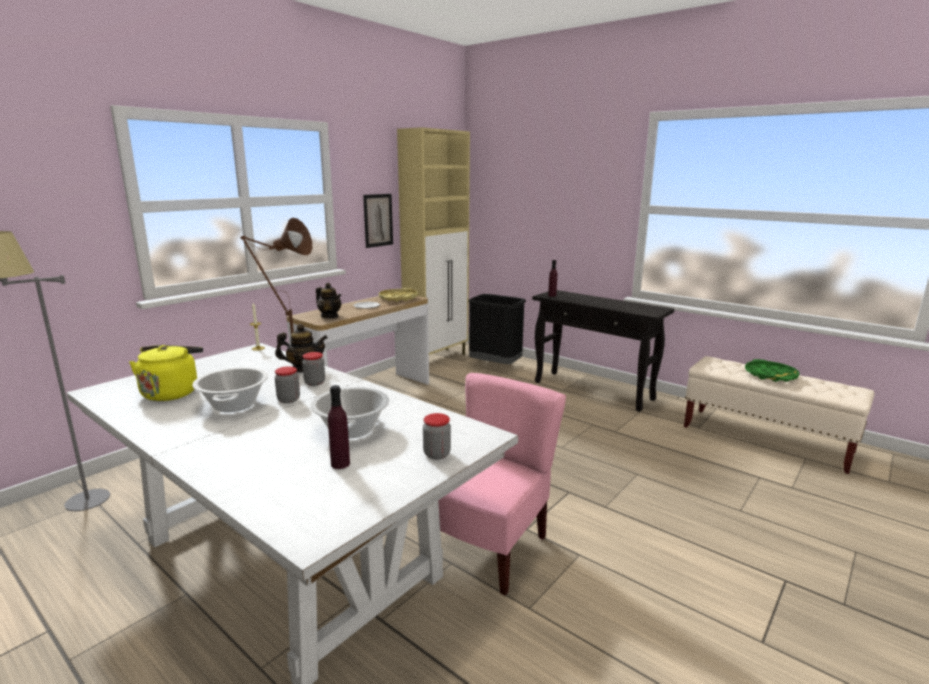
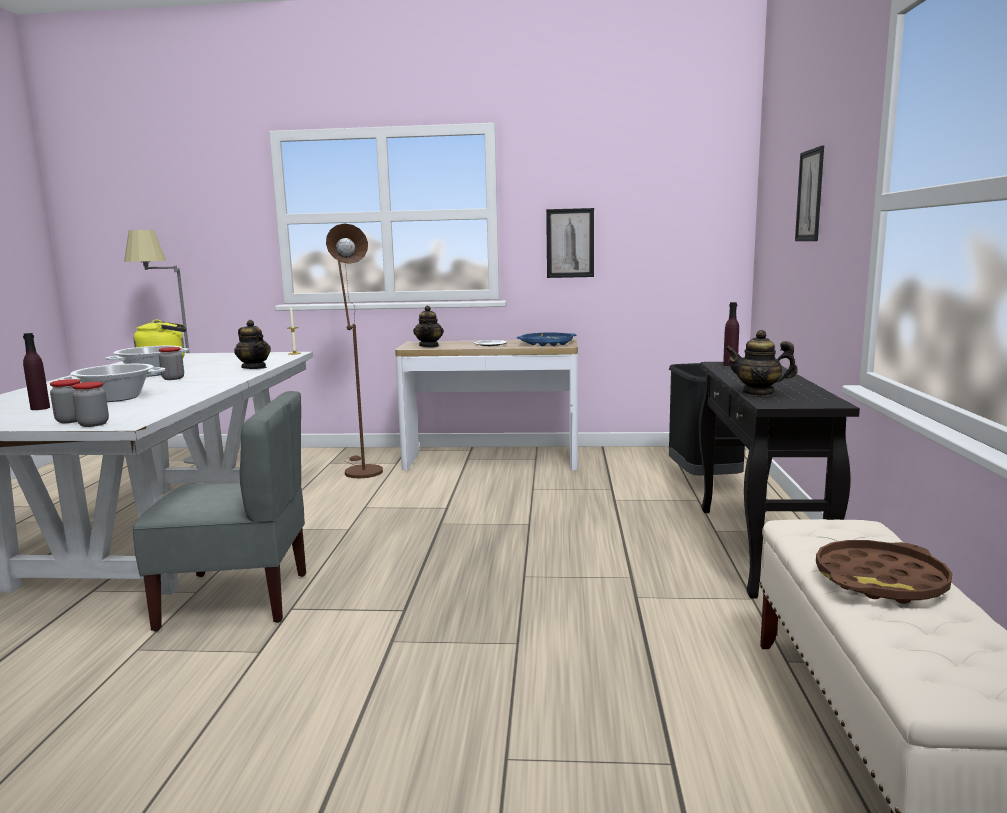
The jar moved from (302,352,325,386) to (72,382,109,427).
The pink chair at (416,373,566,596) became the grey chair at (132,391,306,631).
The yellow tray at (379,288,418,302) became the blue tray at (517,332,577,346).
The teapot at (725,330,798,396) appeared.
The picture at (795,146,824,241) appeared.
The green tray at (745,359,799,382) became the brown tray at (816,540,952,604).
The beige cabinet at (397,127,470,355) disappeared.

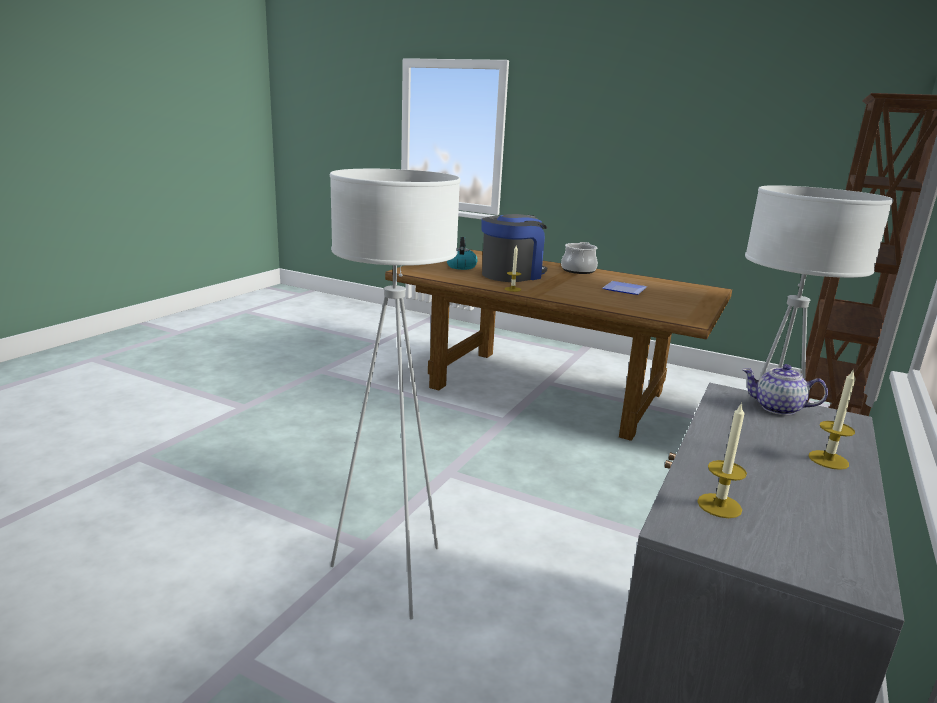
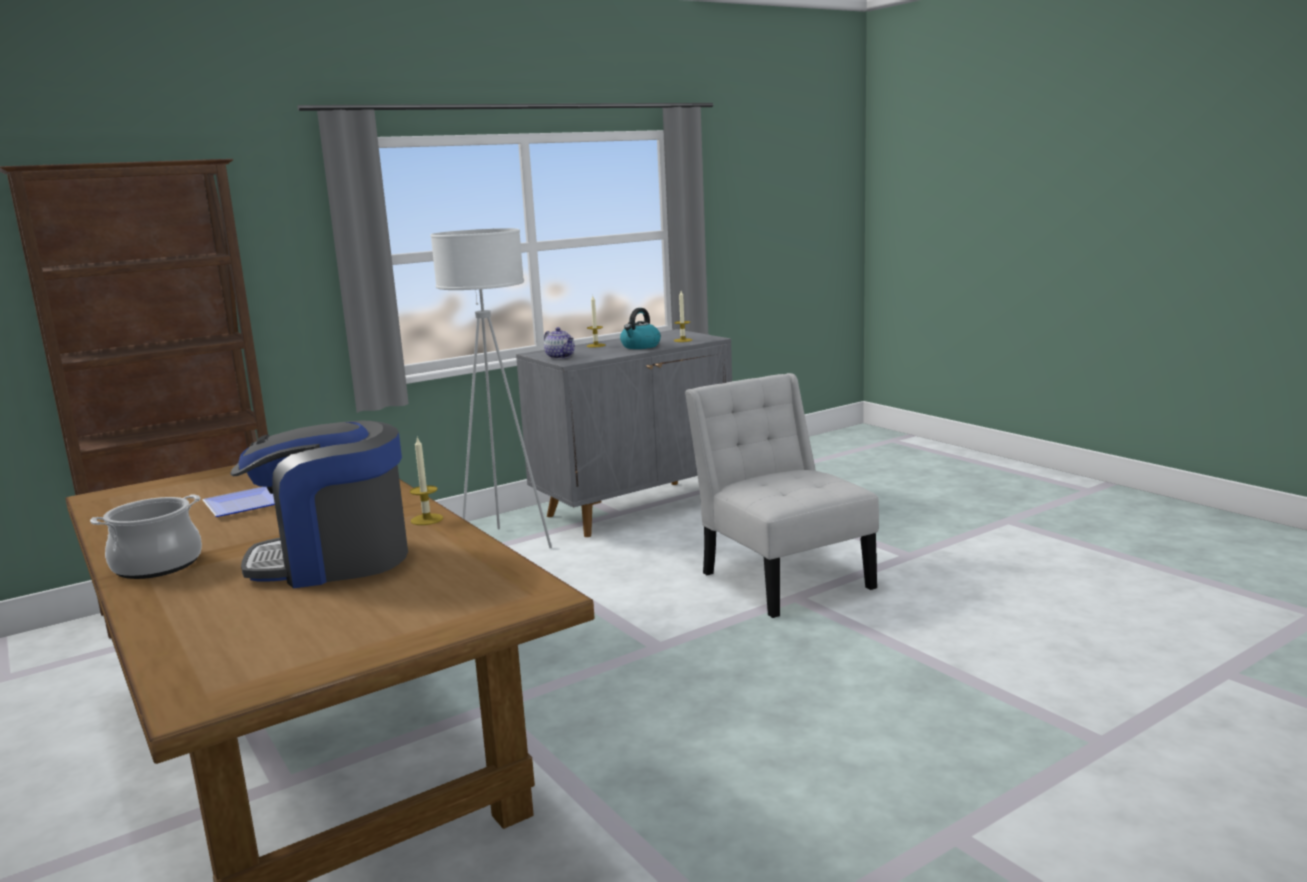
The kettle moved from (447,237,478,270) to (620,308,661,349).
The white floor lamp at (330,169,461,620) was replaced by the white chair at (685,373,879,618).

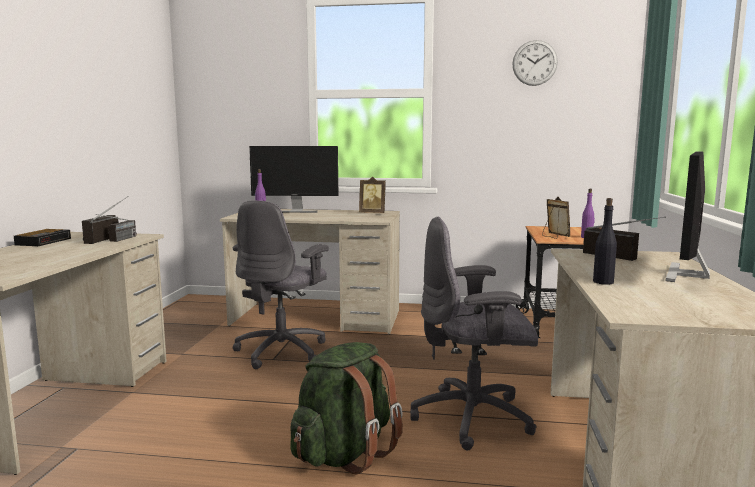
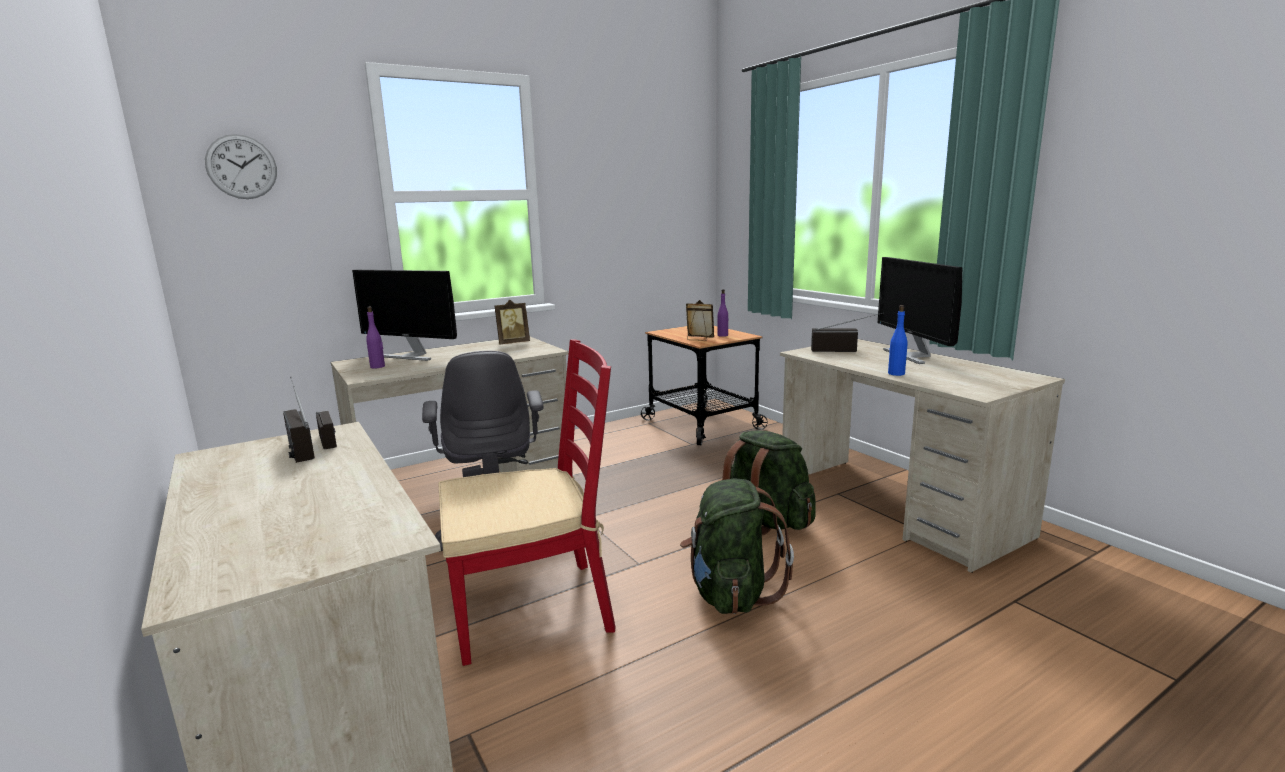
The wall clock moved from (512,40,558,86) to (205,134,277,199).
The monitor at (249,146,338,213) turned 60 degrees clockwise.
The red chair at (438,339,616,666) appeared.
The grey office chair at (410,217,538,451) was replaced by the green backpack at (722,430,816,536).
The black bottle at (593,198,617,285) became the blue bottle at (888,305,908,376).
The alarm clock at (14,229,71,246) disappeared.

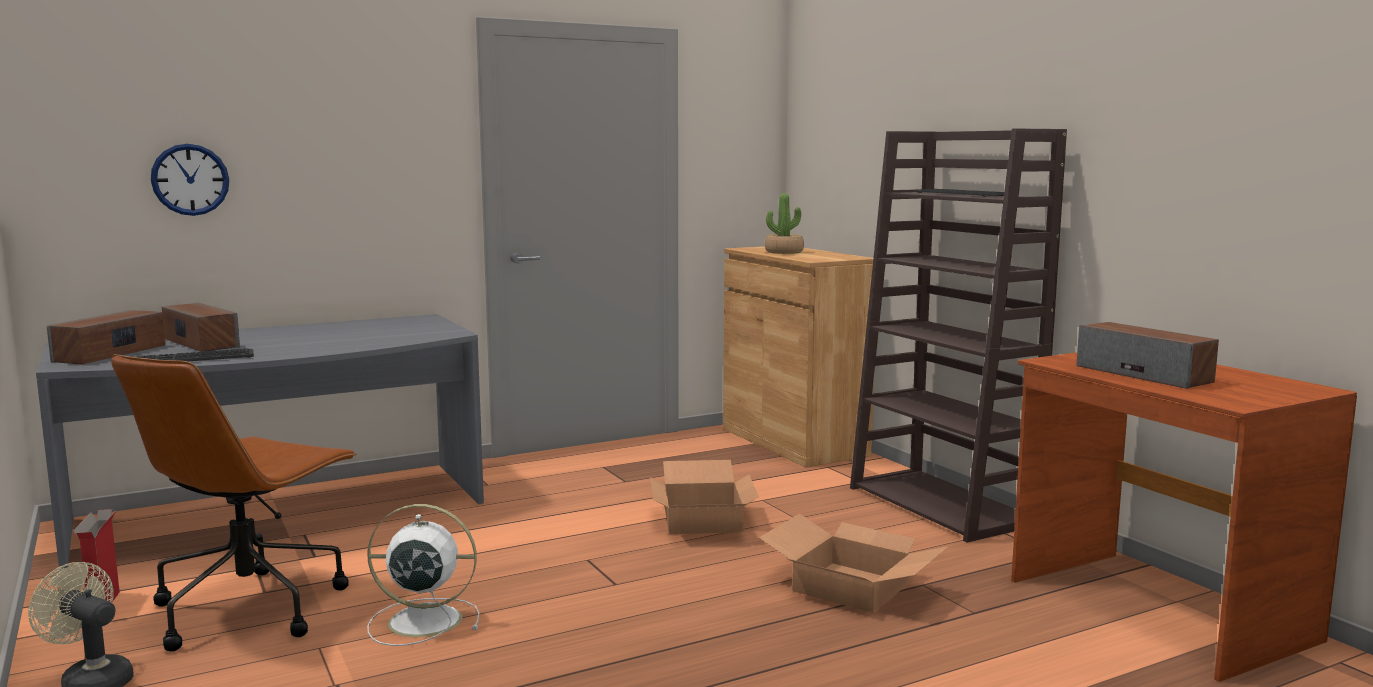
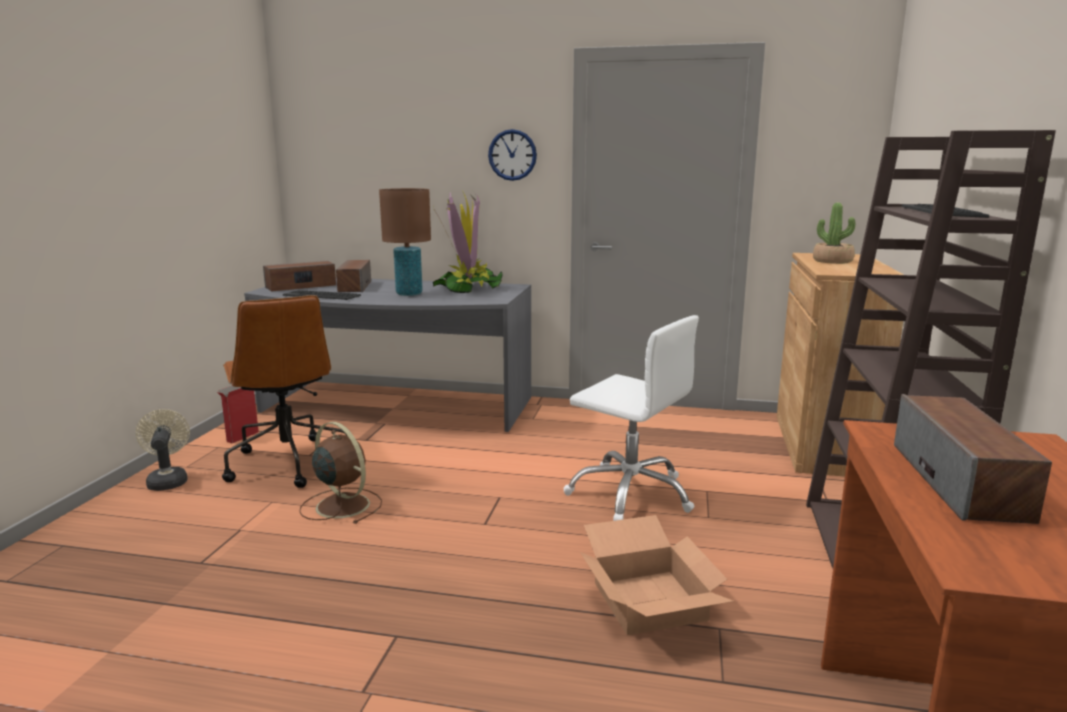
The brown office chair at (111,354,357,652) turned 90 degrees counterclockwise.
The white fan at (367,504,479,646) became the brown fan at (299,422,382,524).
The brown table lamp at (379,188,431,296) appeared.
The potted plant at (433,191,502,293) appeared.
The wall clock moved from (151,144,229,216) to (488,129,537,181).
The cardboard box at (650,460,759,534) was replaced by the white office chair at (563,315,699,521).

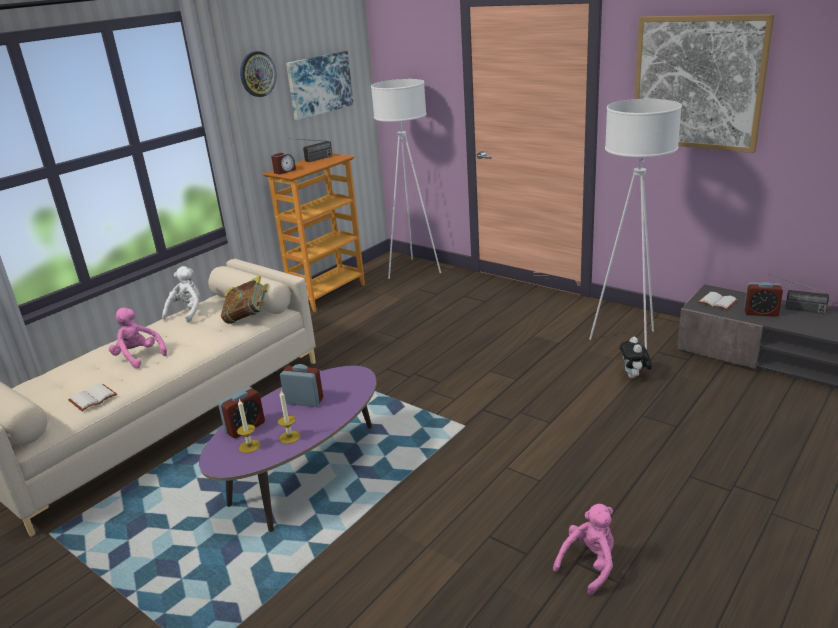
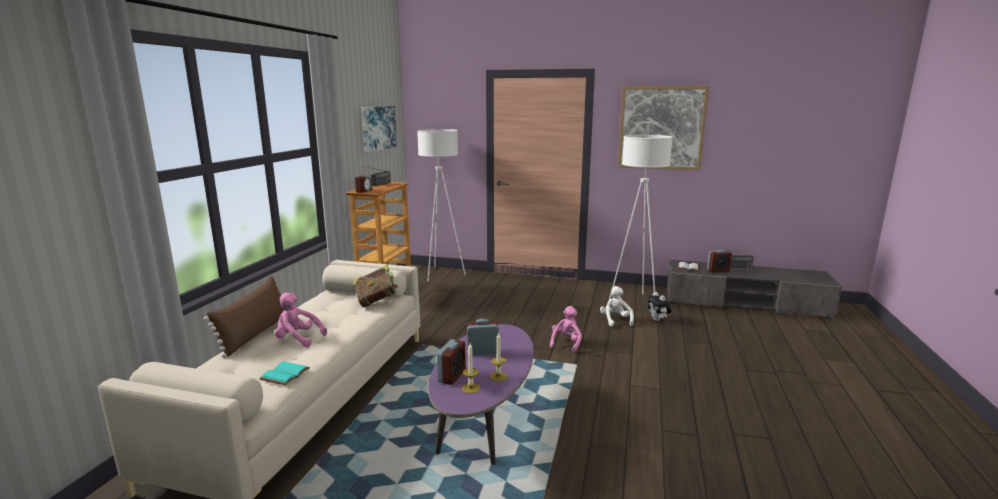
The brown pillow at (204,276,284,358) appeared.
The white book at (68,384,117,411) became the turquoise book at (259,362,310,385).
The pink plush toy moved from (553,504,614,595) to (550,306,582,353).
The white plush toy moved from (162,266,200,323) to (600,286,634,326).
The wall clock at (240,51,277,97) disappeared.

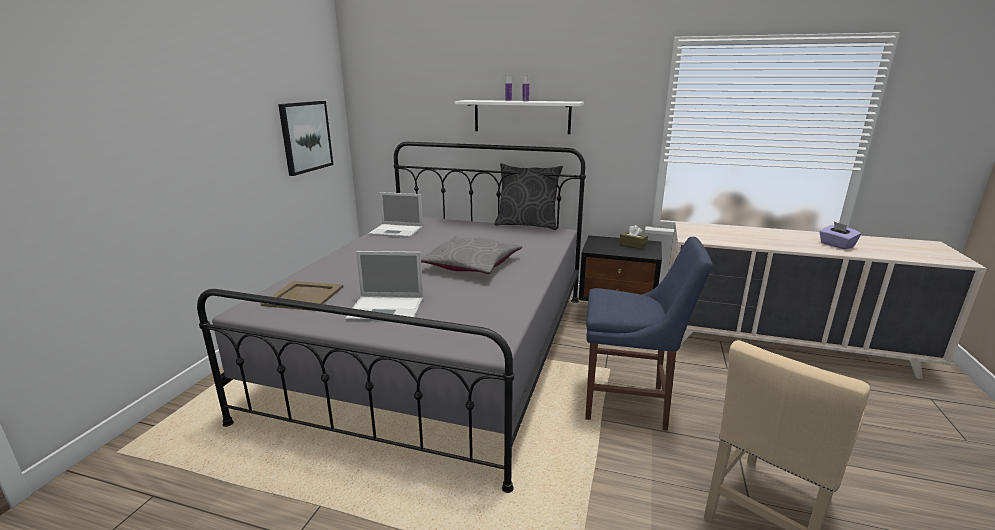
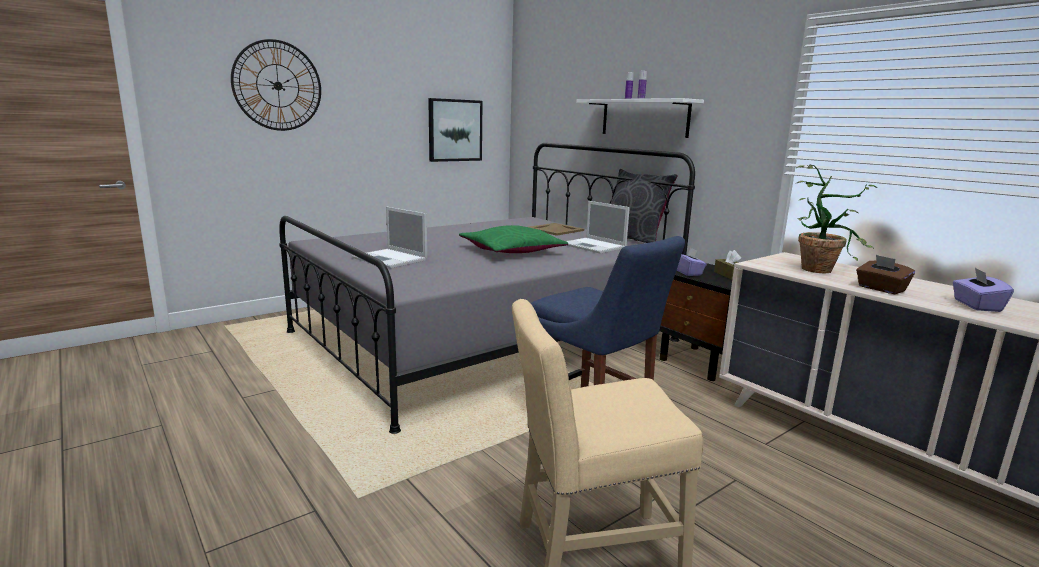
The wall clock at (231,39,321,131) appeared.
The grey pillow at (421,236,522,274) became the green pillow at (459,225,568,253).
The beige tray moved from (260,281,343,311) to (529,223,584,236).
The laptop moved from (368,192,423,238) to (566,201,630,254).
The purple tissue box at (676,248,707,276) appeared.
The potted plant at (796,165,877,274) appeared.
The brown tissue box at (856,255,915,294) appeared.

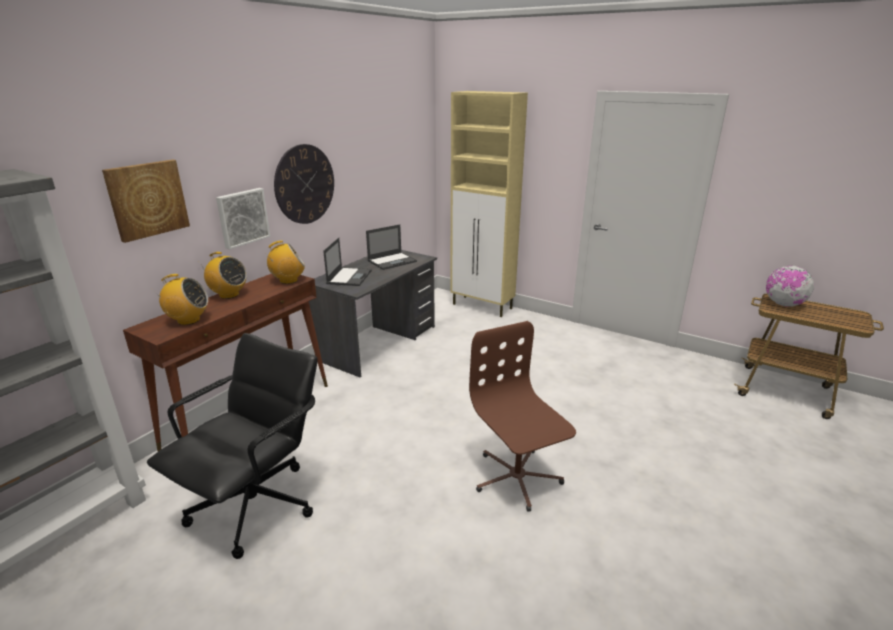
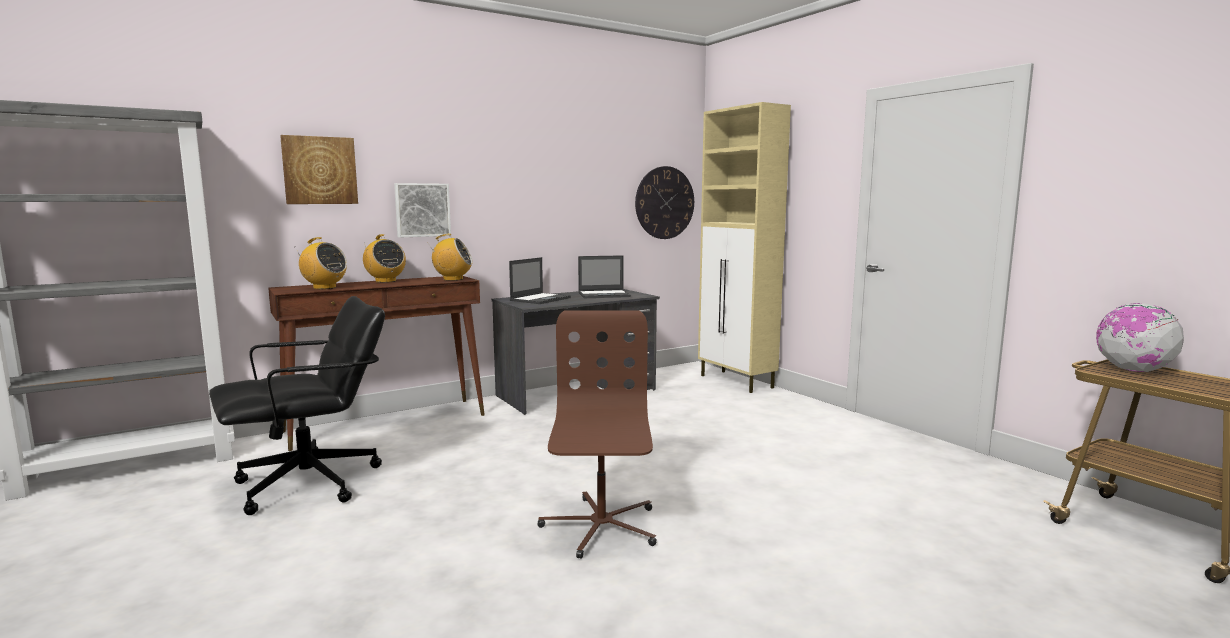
The wall clock moved from (274,144,334,224) to (635,166,694,239).

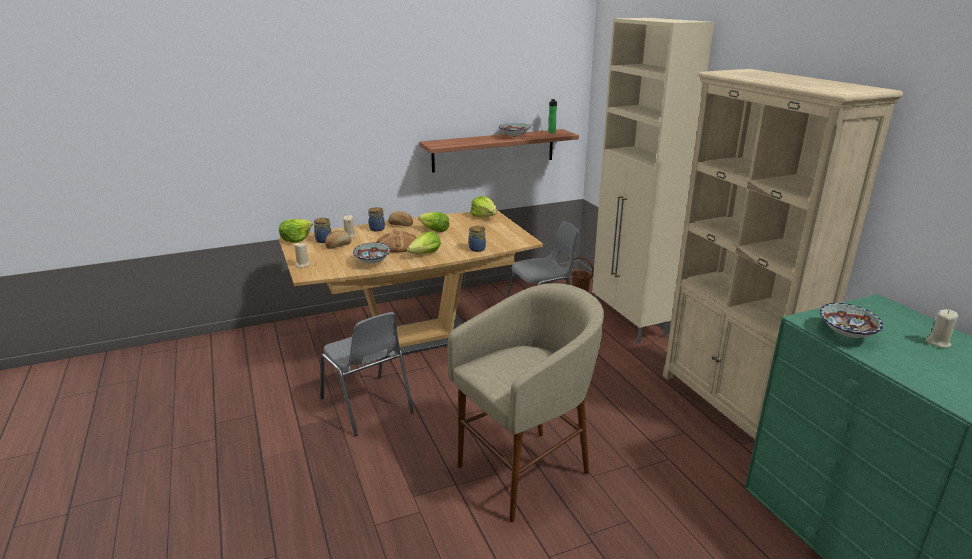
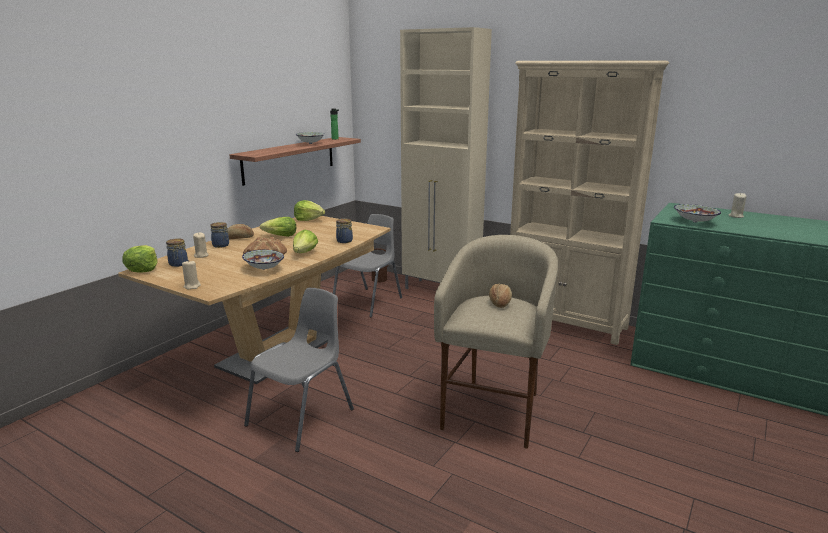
The grey chair at (321,312,414,436) turned 75 degrees counterclockwise.
The bread moved from (325,230,352,249) to (489,284,512,308).

